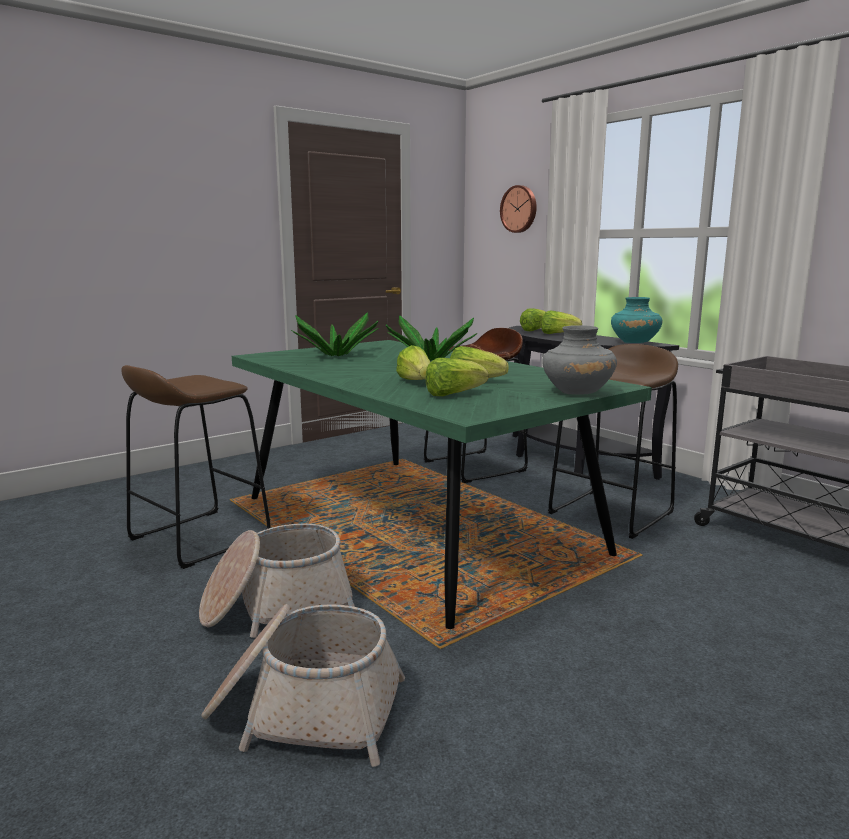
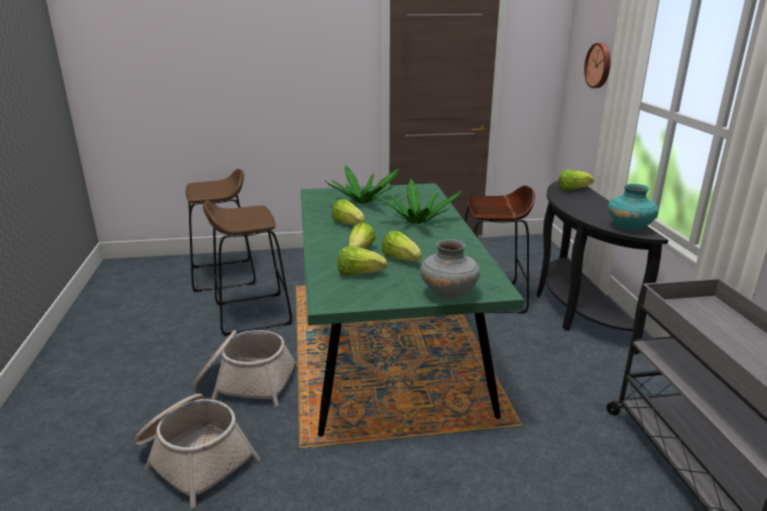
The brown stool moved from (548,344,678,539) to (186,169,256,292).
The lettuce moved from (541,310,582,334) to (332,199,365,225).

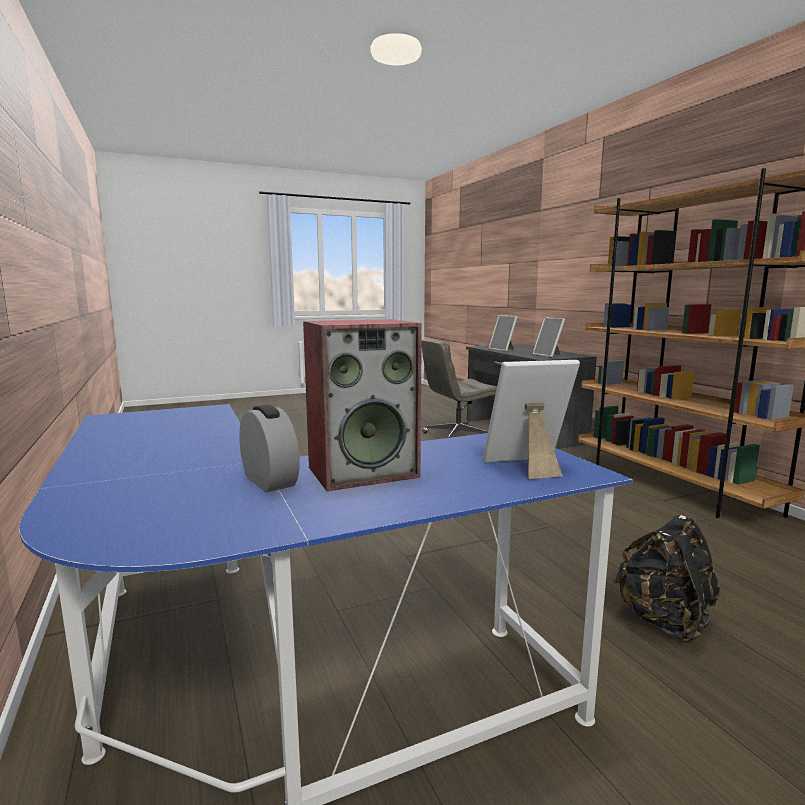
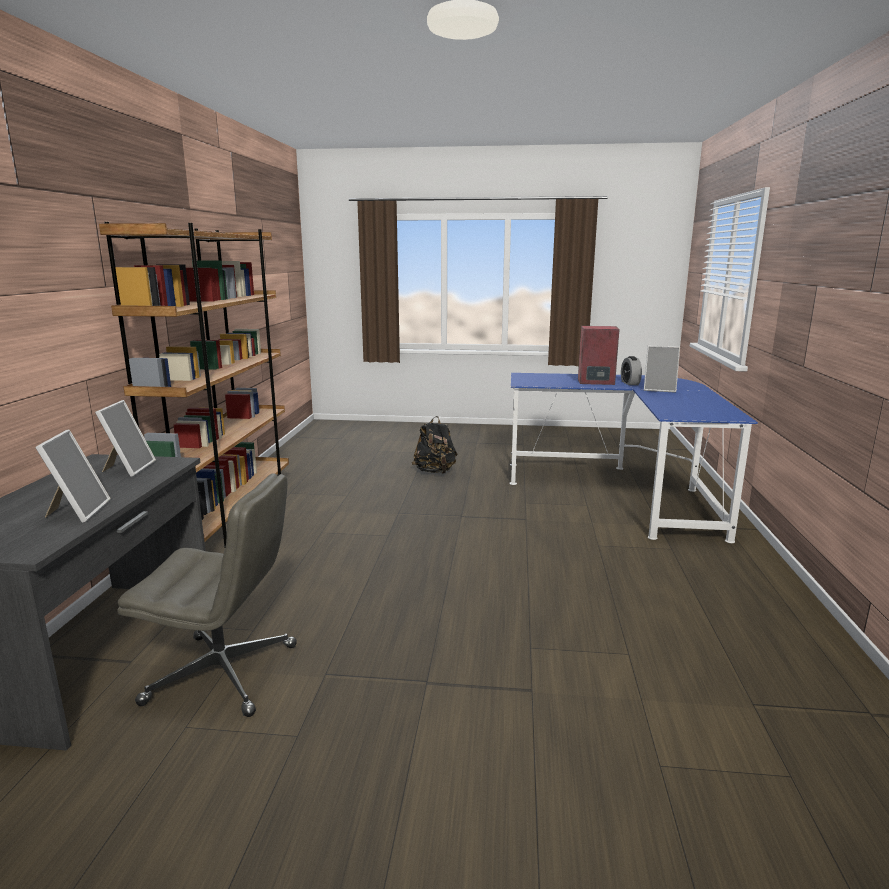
The picture frame moved from (483,360,580,479) to (644,345,680,393).

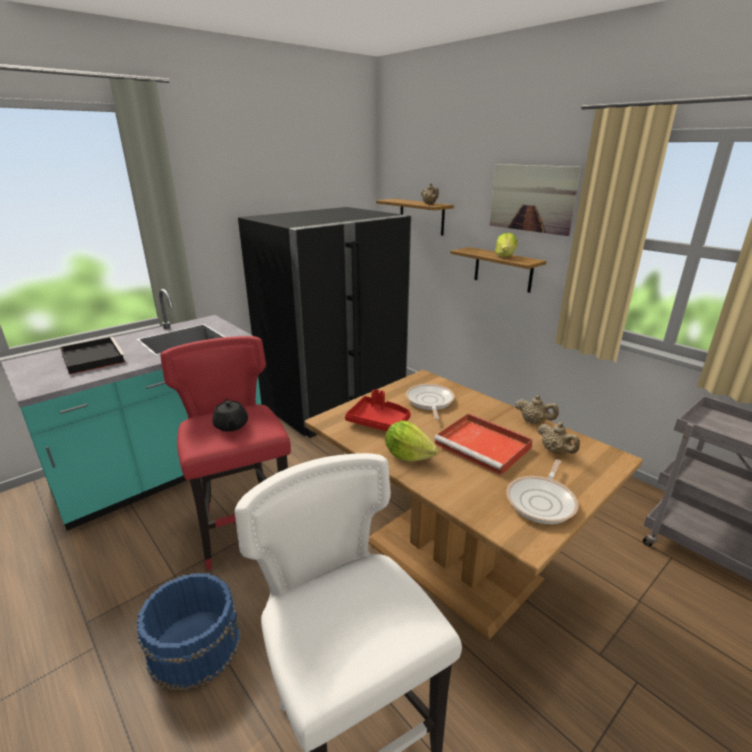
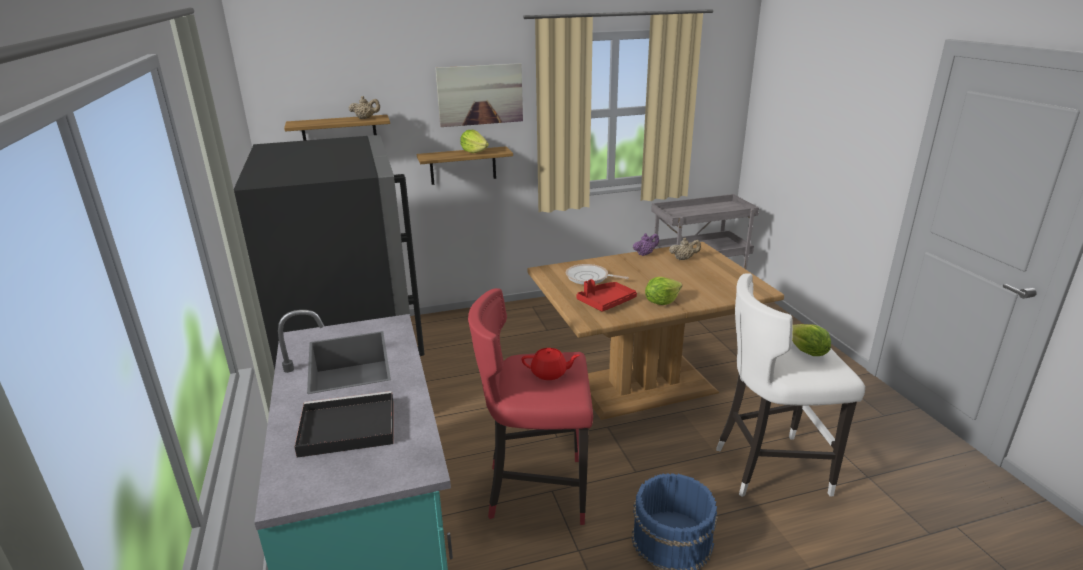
The black teapot at (212,399,248,432) became the red teapot at (522,348,580,380).
The beige teapot at (515,395,559,424) became the purple teapot at (633,233,659,256).
The lettuce at (792,324,831,356) appeared.
The red tray at (434,413,533,475) disappeared.
The frying pan at (506,460,579,524) disappeared.

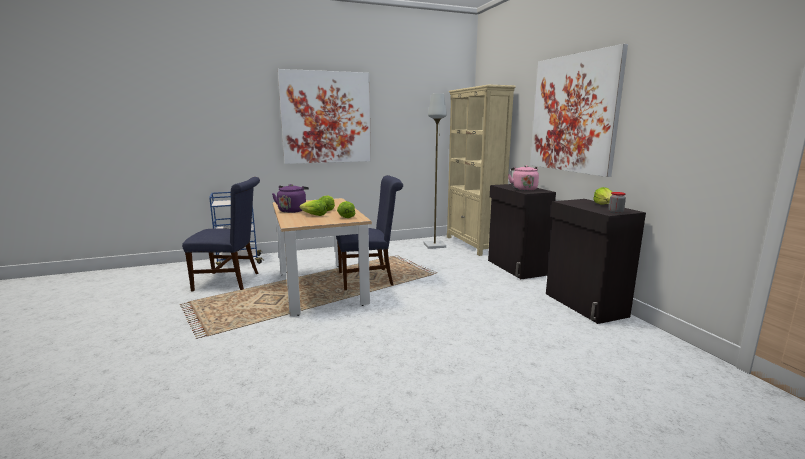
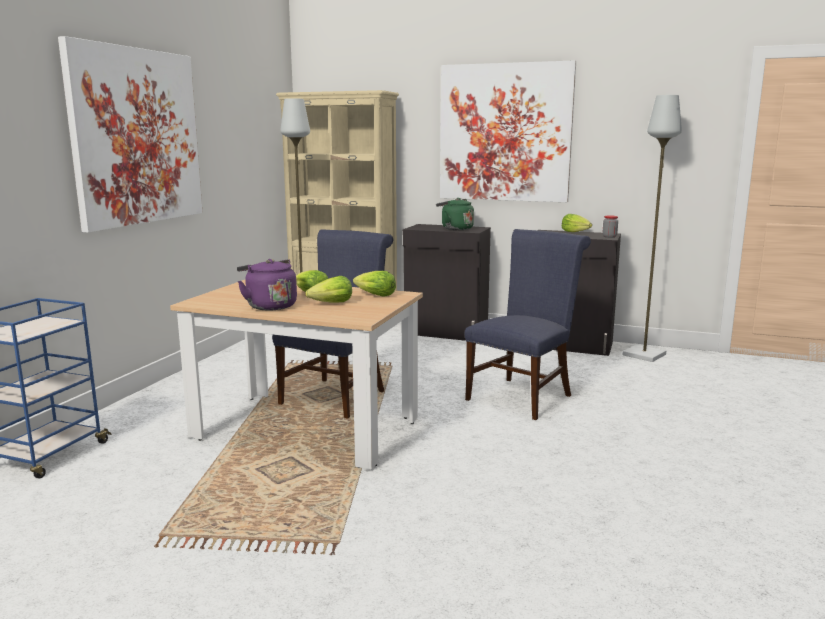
The pink kettle at (508,165,539,191) became the green kettle at (436,198,474,230).
The blue chair moved from (182,177,260,292) to (465,229,591,420).
The grey floor lamp at (623,95,682,362) appeared.

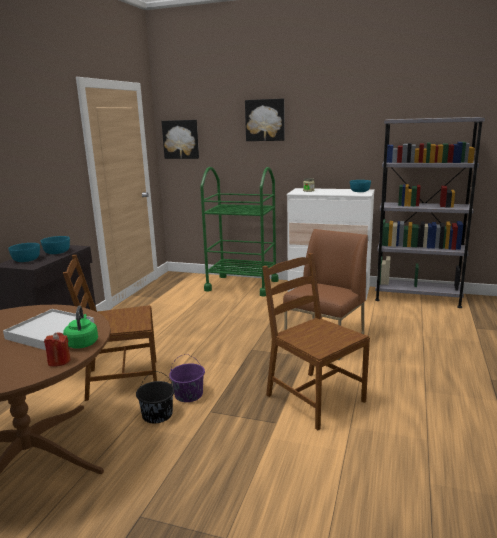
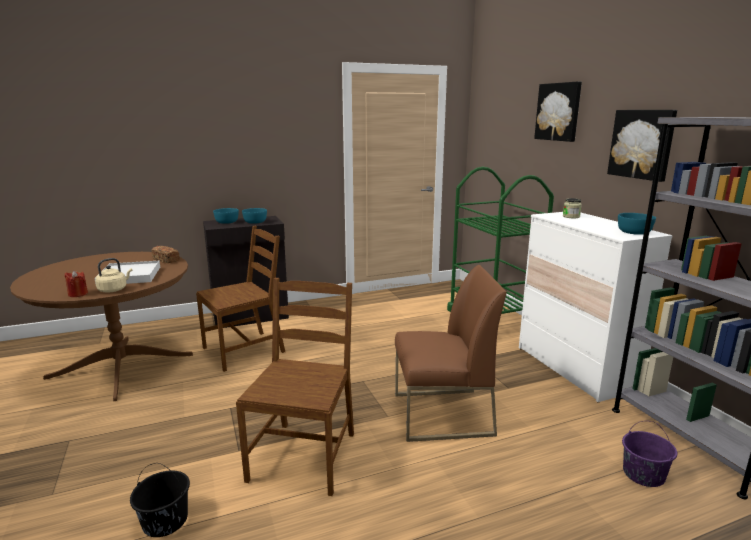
The green kettle at (63,306,98,349) became the beige kettle at (95,258,132,292).
The black bucket moved from (136,372,174,424) to (130,463,190,537).
The bread at (151,246,180,263) appeared.
The brown chair at (63,255,157,401) turned 105 degrees clockwise.
The picture moved from (161,120,199,159) to (607,110,677,182).
The purple bucket moved from (169,354,205,402) to (622,421,677,487).

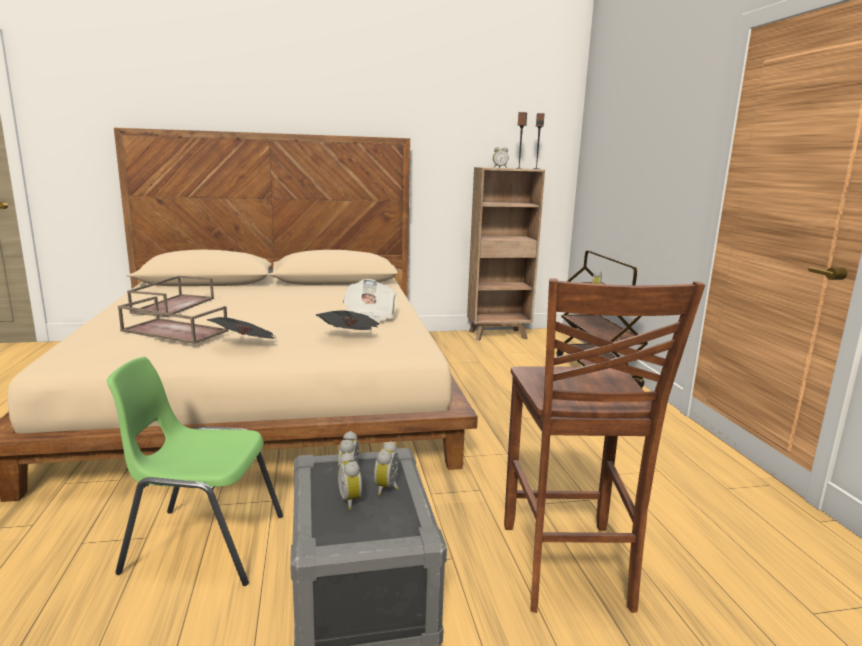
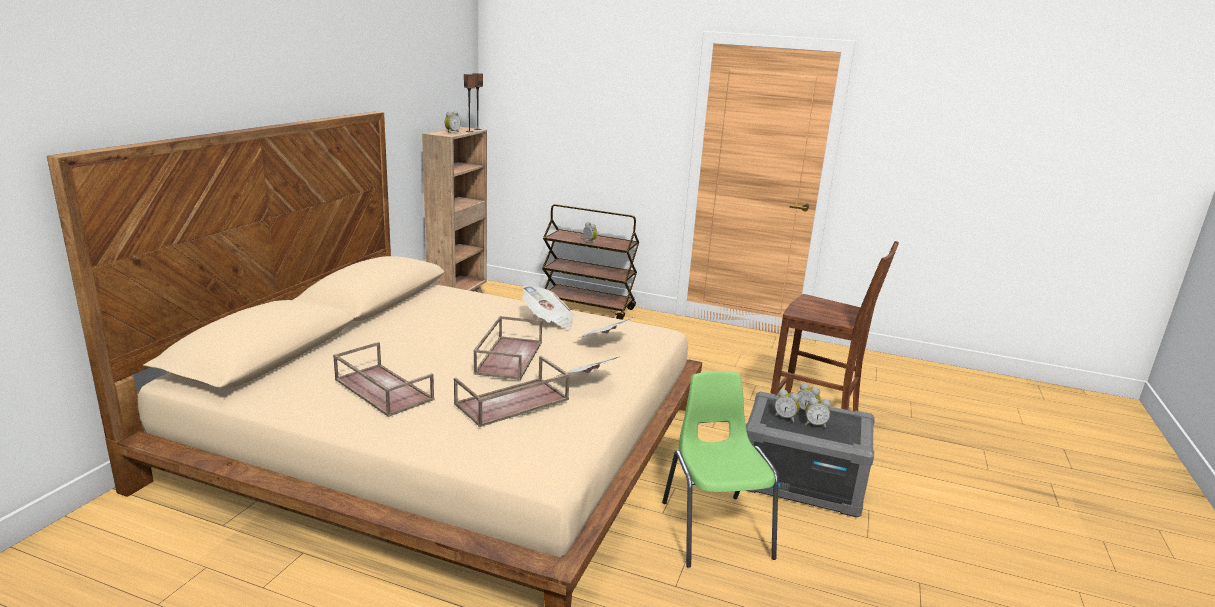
The brown tray at (474,316,542,380) appeared.
The green chair at (107,357,283,586) turned 135 degrees clockwise.

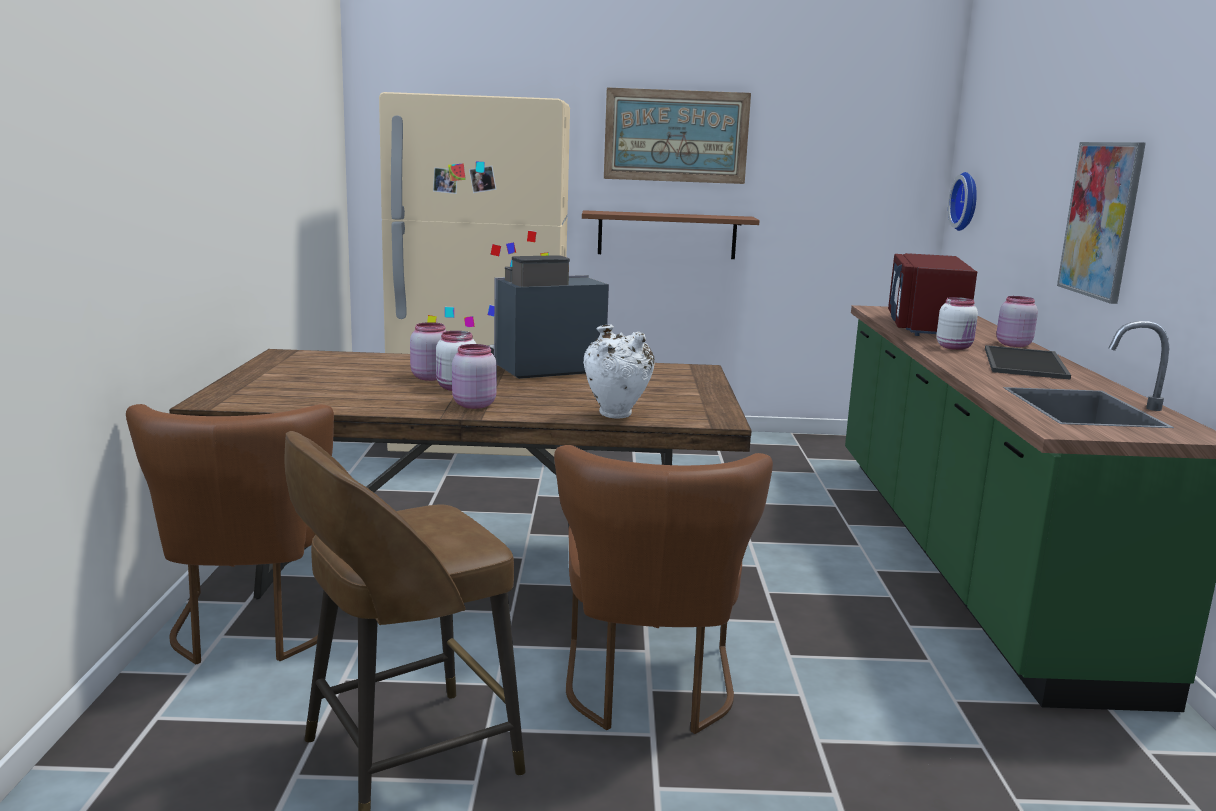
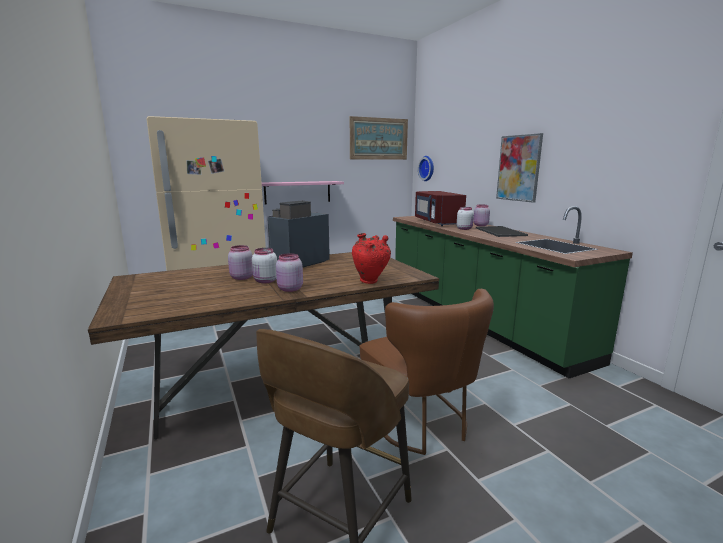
The brown shelf at (582,210,760,259) became the pink shelf at (262,181,344,205).
The picture moved from (604,87,751,184) to (350,116,408,160).
The white vase at (583,325,654,419) became the red vase at (352,233,391,284).
The brown chair at (126,404,334,665) disappeared.

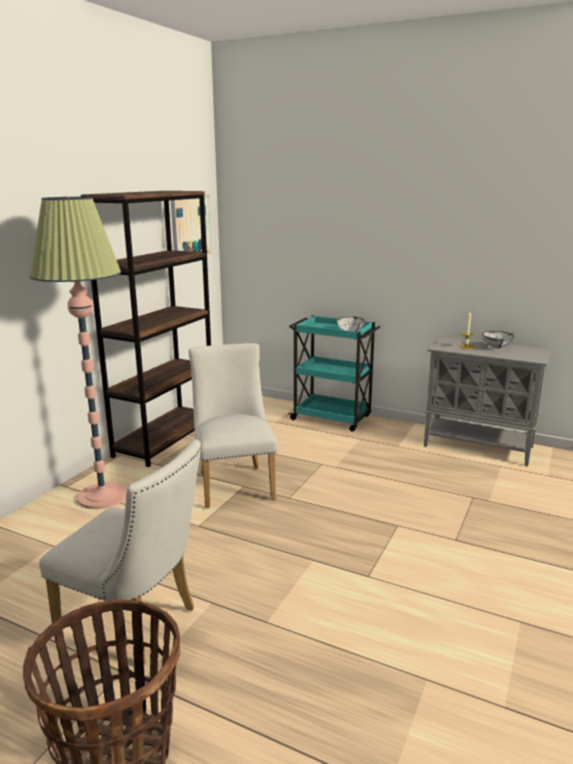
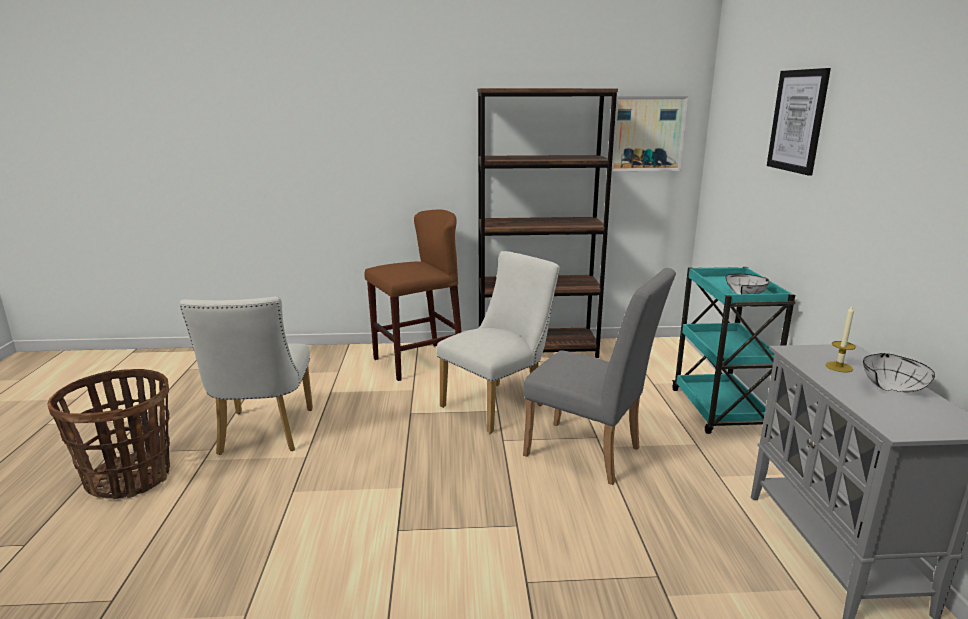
The floor lamp at (30,196,127,509) was replaced by the brown stool at (364,210,462,381).
The grey chair at (523,268,676,485) appeared.
The picture at (767,68,831,176) appeared.

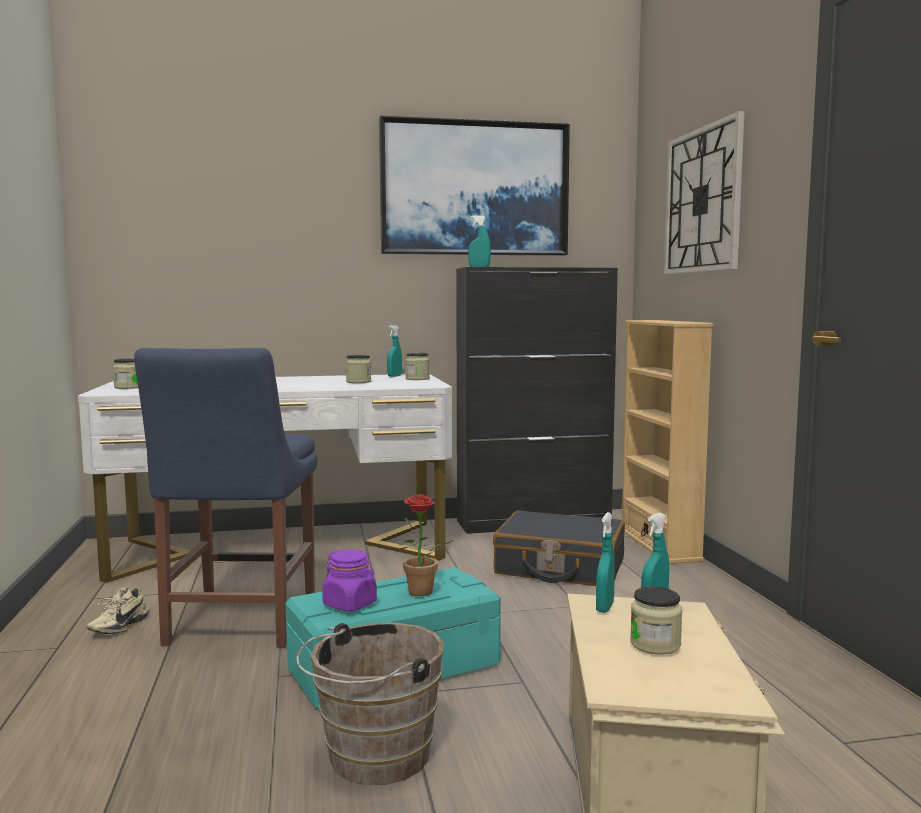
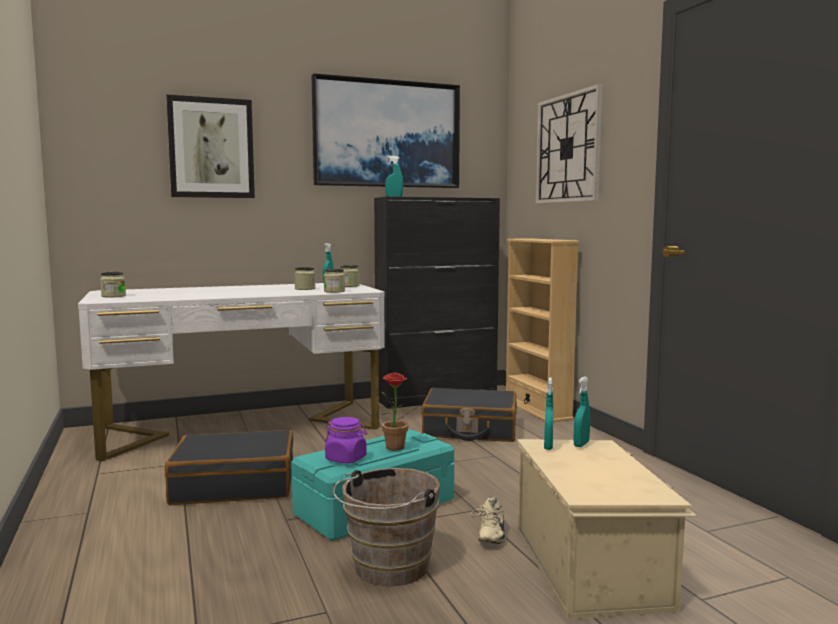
The blue chair at (134,348,317,648) was replaced by the black suitcase at (165,430,293,505).
The picture at (166,95,255,198) appeared.
The jar moved from (630,586,682,655) to (324,269,345,293).
The beige shoe moved from (86,587,149,634) to (470,497,506,544).

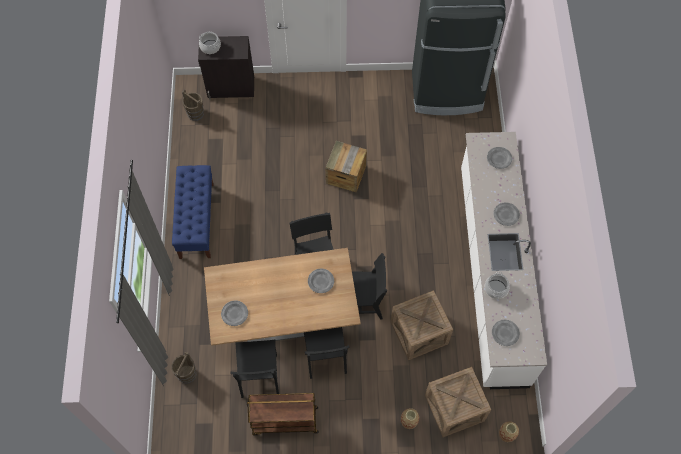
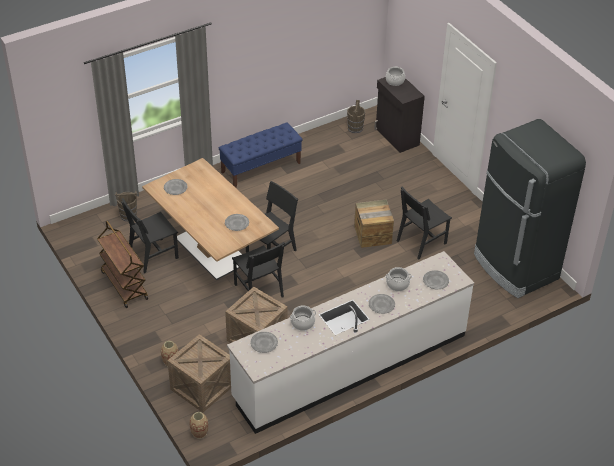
The cooking pot at (385,267,412,291) appeared.
The black chair moved from (304,327,349,379) to (397,186,452,260).

